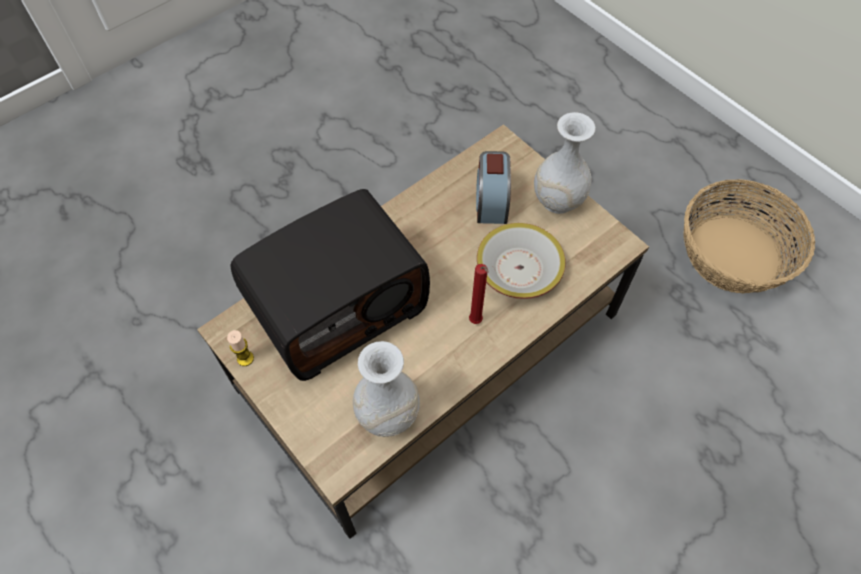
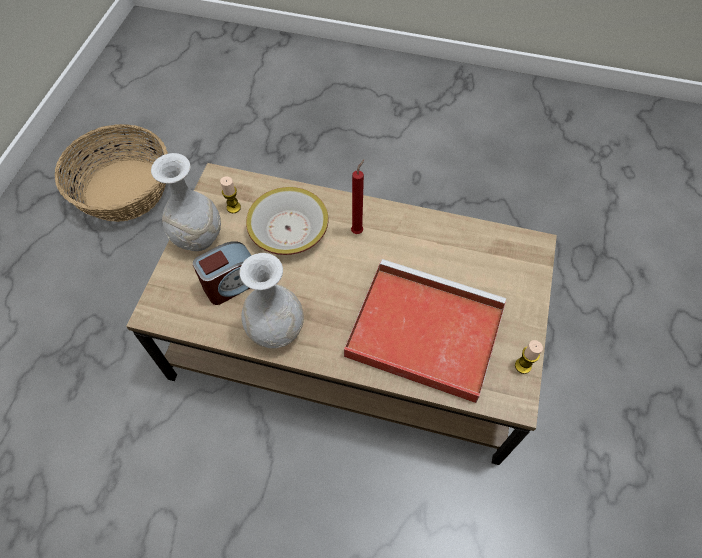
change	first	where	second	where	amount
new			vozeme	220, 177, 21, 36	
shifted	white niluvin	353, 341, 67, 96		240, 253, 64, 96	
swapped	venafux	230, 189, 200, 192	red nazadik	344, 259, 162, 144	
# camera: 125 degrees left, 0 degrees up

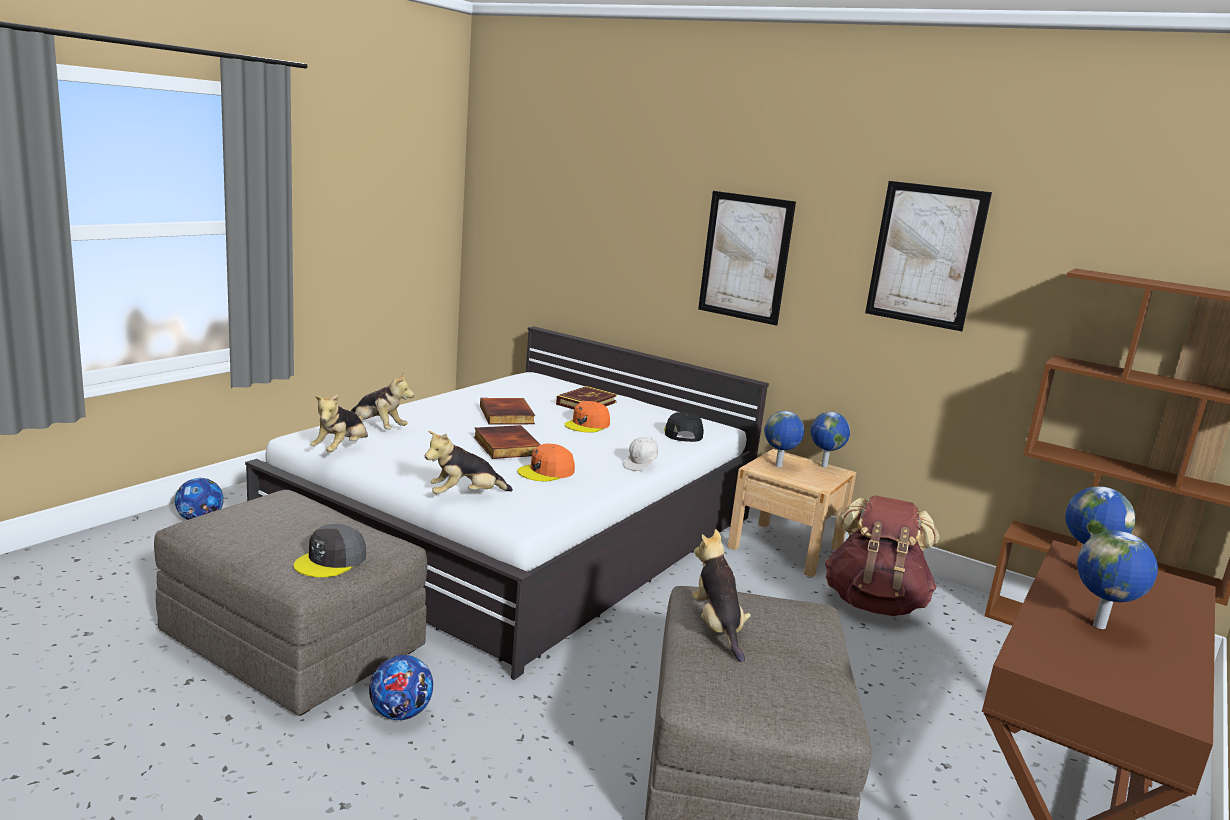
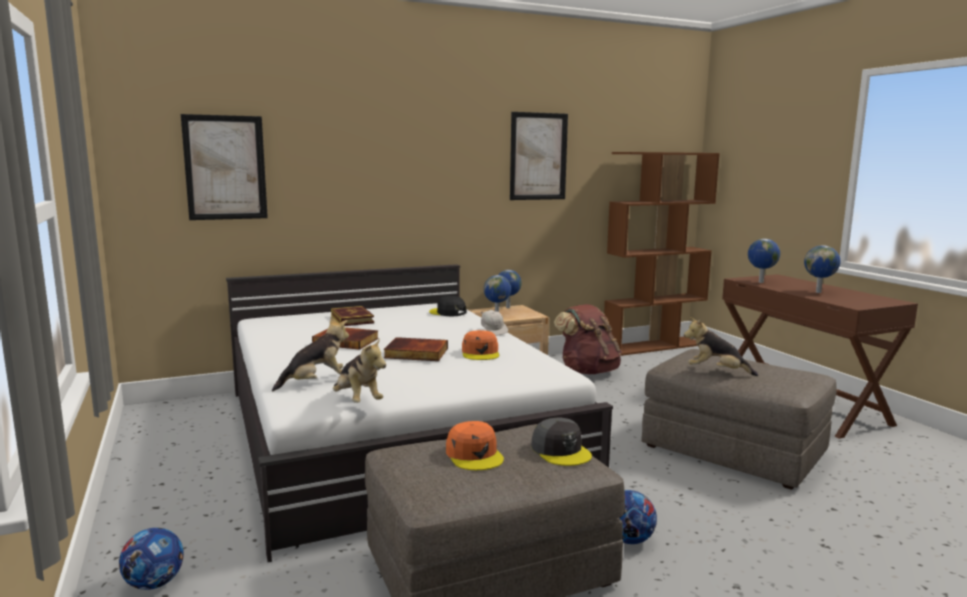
change	first	where	second	where	amount
gone	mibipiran	425, 431, 88, 63			
shifted	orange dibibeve	565, 401, 45, 32		446, 421, 58, 49	
shifted	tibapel	698, 191, 98, 135		181, 114, 87, 106	
# camera: 55 degrees left, 5 degrees down

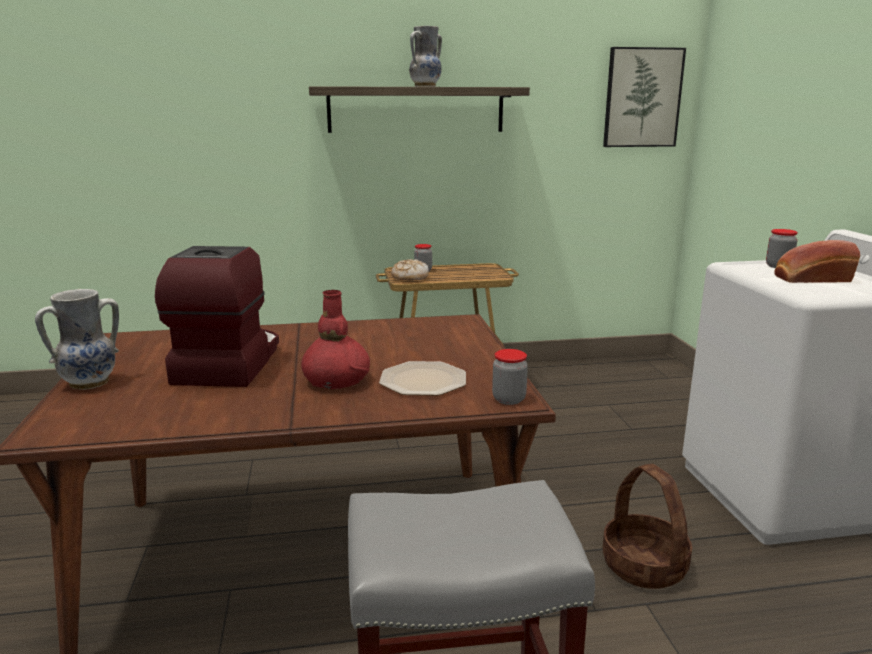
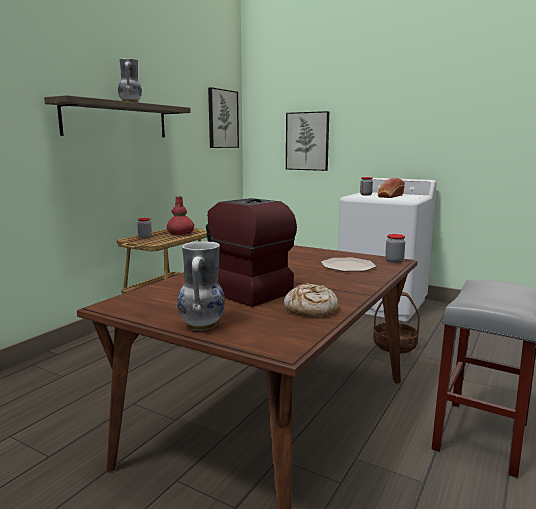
change	first	where	second	where	amount
new			tibapel	286, 111, 43, 60	
shifted	red niluvin	301, 290, 69, 99		167, 197, 27, 38	
shifted	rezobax	391, 259, 38, 21		284, 283, 54, 34	
# camera: 50 degrees left, 5 degrees down

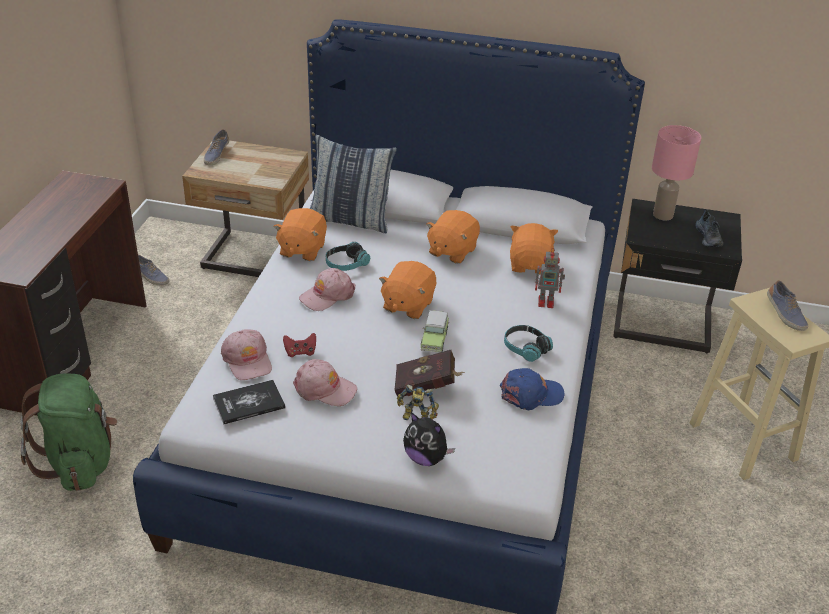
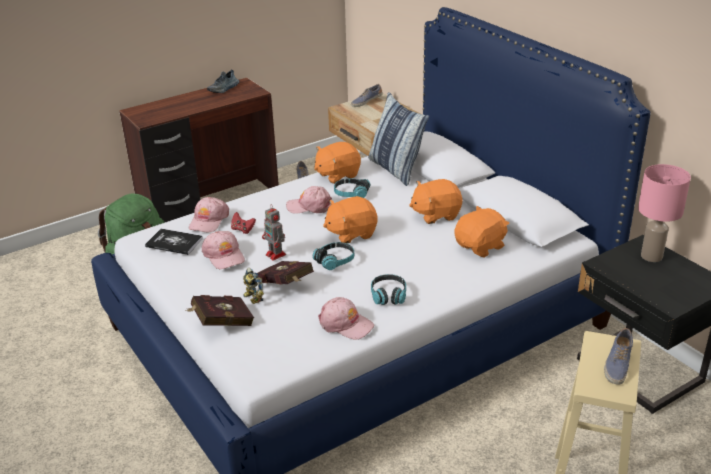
change	first	where	second	where	amount
shifted	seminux	535, 248, 30, 60		262, 204, 24, 57	
shifted	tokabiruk	695, 209, 28, 38		207, 69, 32, 24	
swapped	mibipiran	403, 412, 52, 54	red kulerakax	186, 295, 68, 31	
swapped	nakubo	421, 310, 28, 43	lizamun	313, 242, 41, 28	
repainted	blue dibibeve	499, 368, 66, 42	pink dibibeve	318, 297, 56, 43	
# camera: 45 degrees right, 5 degrees down

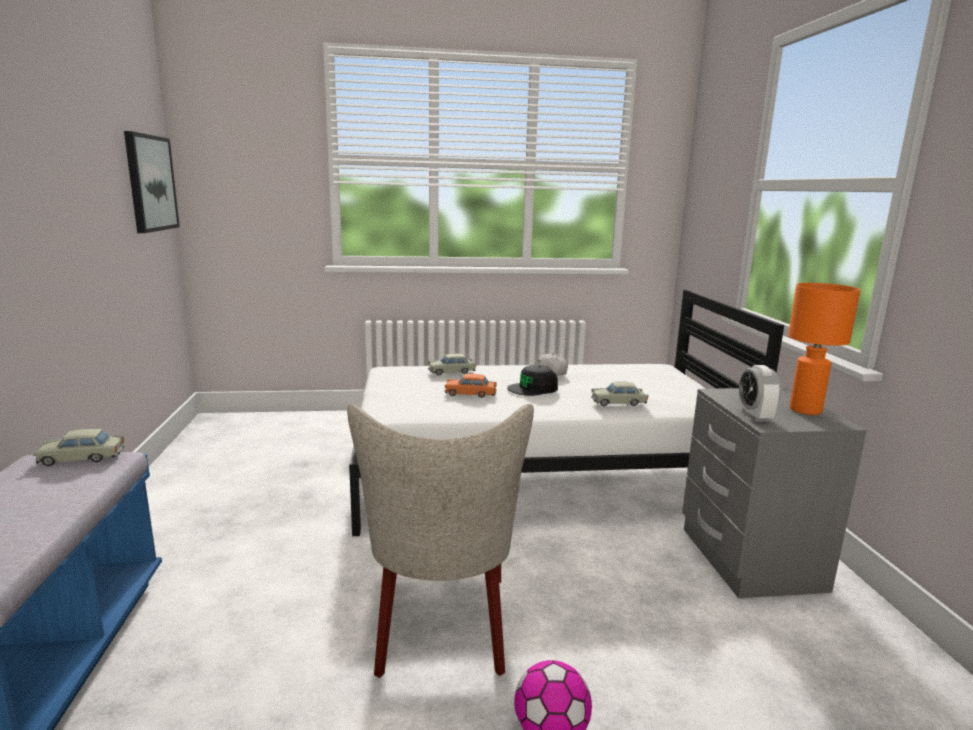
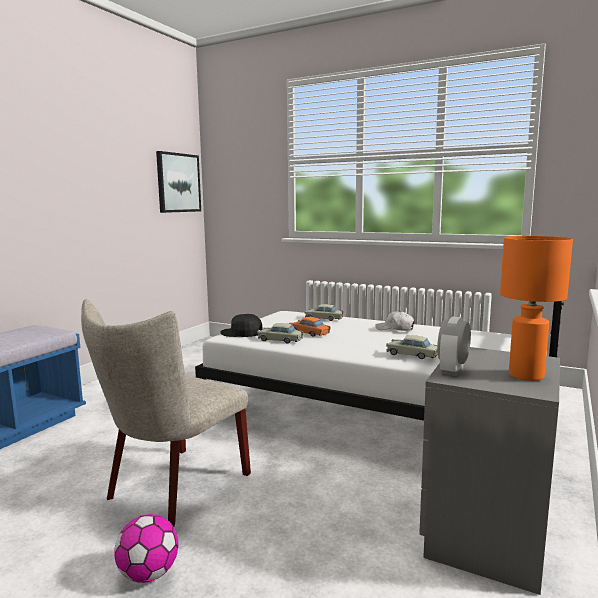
change	first	where	second	where	amount
shifted	beige nakubo	33, 429, 91, 37		257, 323, 46, 21	
shifted	black dibibeve	507, 365, 51, 31		220, 314, 43, 23	
# camera: 35 degrees right, 5 degrees down

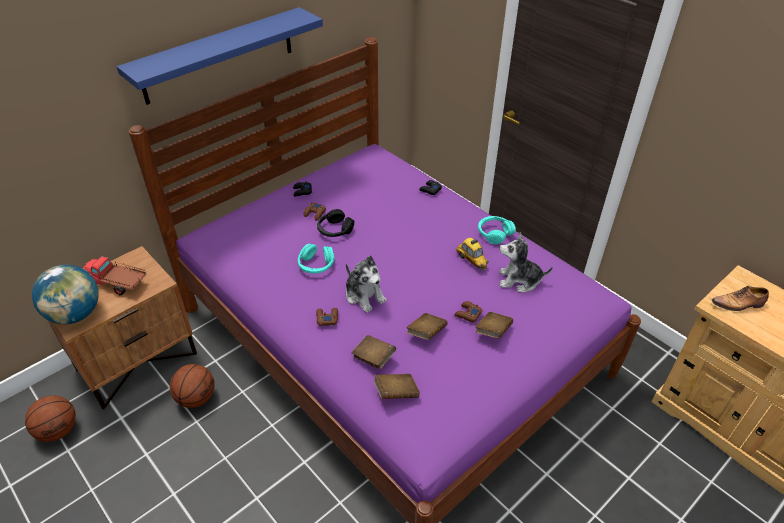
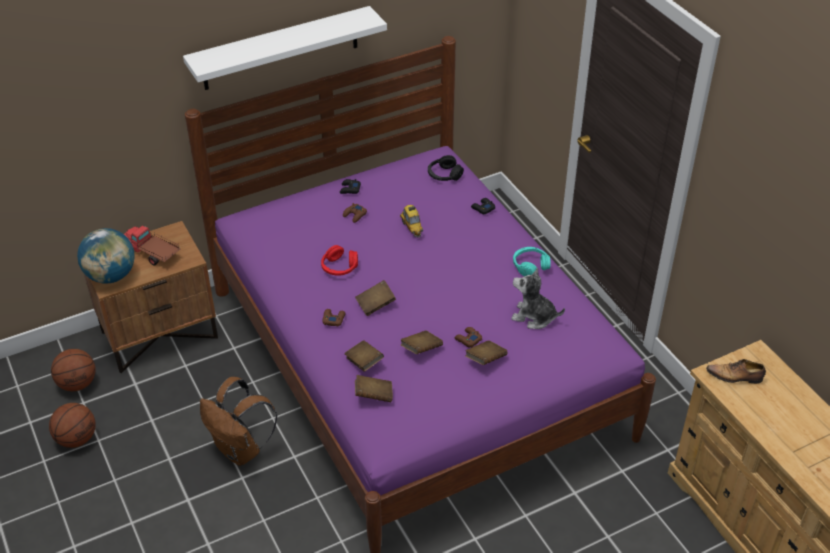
change	first	where	second	where	amount
new			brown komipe	200, 377, 77, 89	
shifted	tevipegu	170, 364, 45, 44		49, 403, 47, 45	
shifted	black lizamun	317, 209, 37, 28		428, 155, 36, 26	
shifted	nakubo	456, 238, 33, 32		400, 205, 23, 33	
swapped	mibipiran	346, 255, 41, 58	brown kulerakax	355, 280, 41, 36	
repainted	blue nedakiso	116, 7, 207, 98	white nedakiso	183, 6, 204, 84	
repainted	turquoise lizamun	298, 244, 37, 30	red lizamun	321, 245, 37, 31	
# camera: 15 degrees right, 0 degrees up

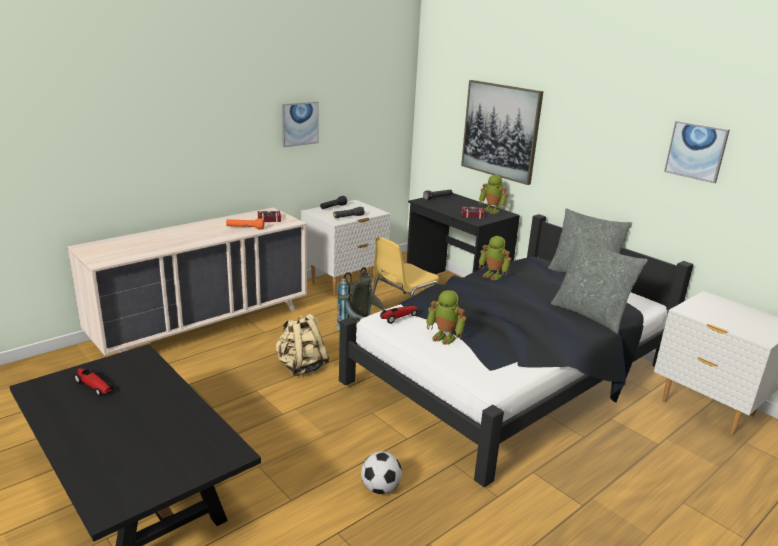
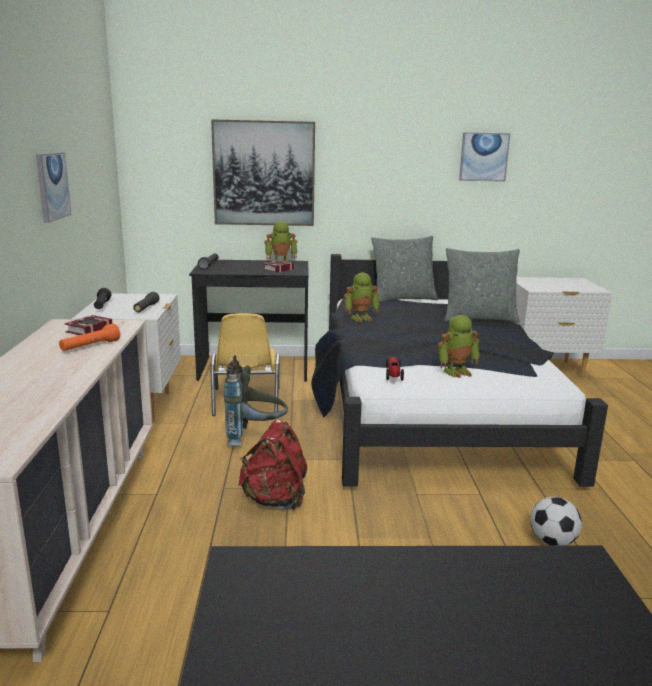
change	first	where	second	where	amount
gone	nakubo	73, 367, 40, 29			
repainted	beige komipe	276, 314, 53, 62	red komipe	239, 420, 68, 90	
# camera: 50 degrees left, 5 degrees down

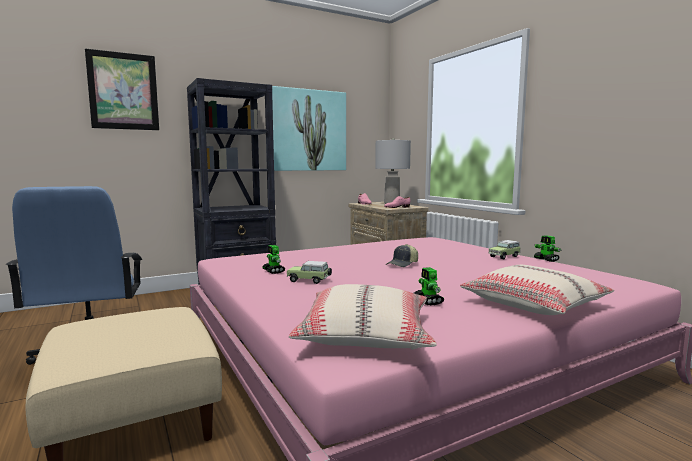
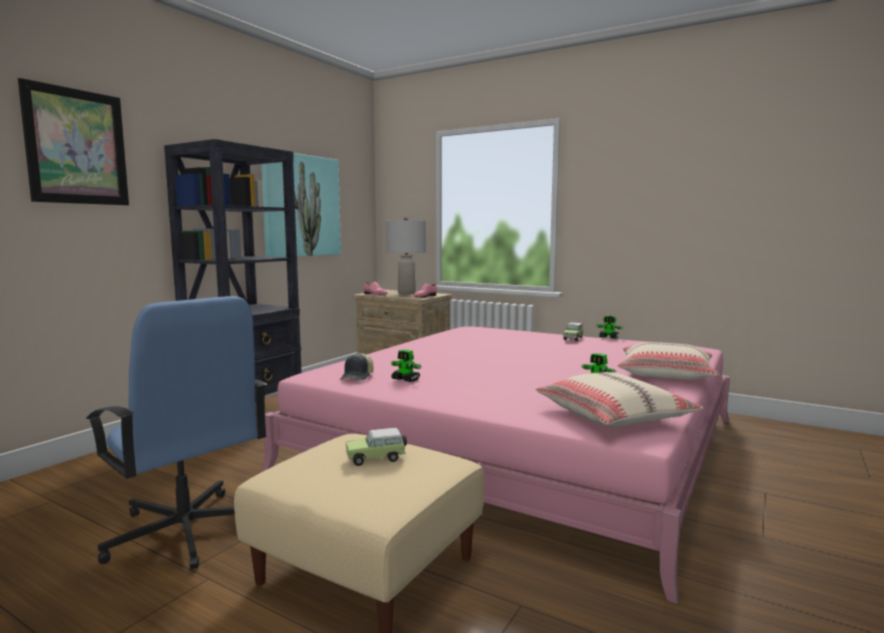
change	first	where	second	where	amount
shifted	nakubo	287, 261, 45, 23		346, 428, 61, 38	
shifted	dibibeve	386, 244, 32, 23		340, 353, 34, 27	
# camera: 30 degrees left, 0 degrees up

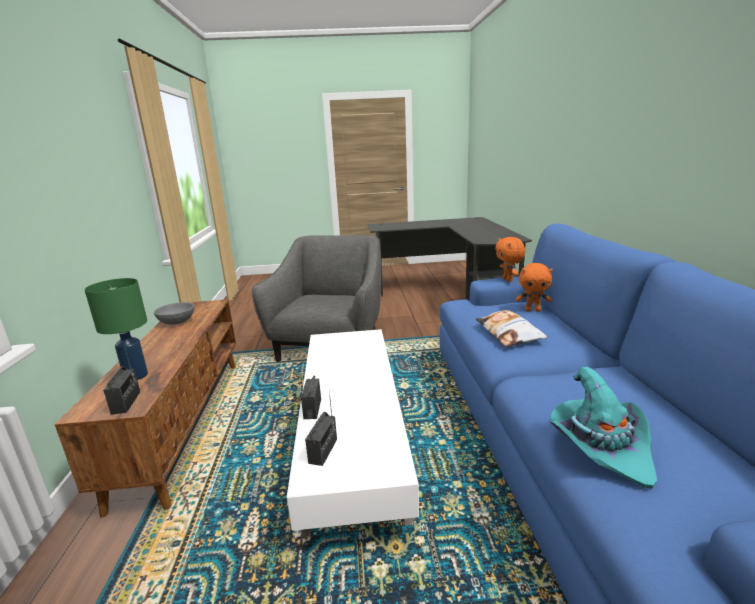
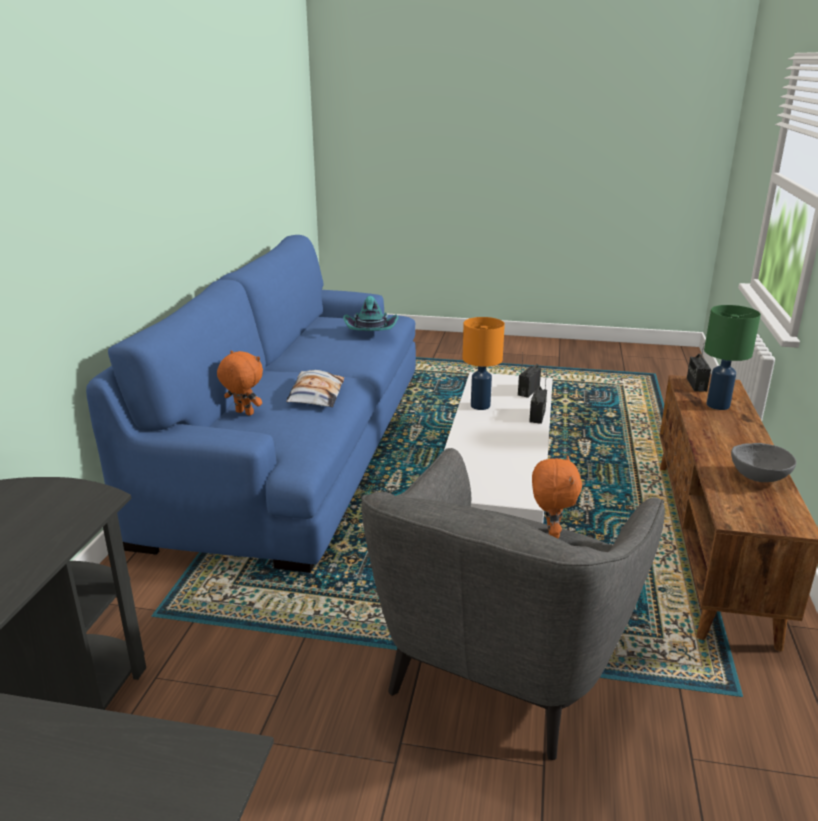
change	first	where	second	where	amount
new			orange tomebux	462, 317, 43, 93	
shifted	orange mibipiran	495, 237, 30, 45		532, 455, 50, 83	
# camera: 165 degrees left, 5 degrees up

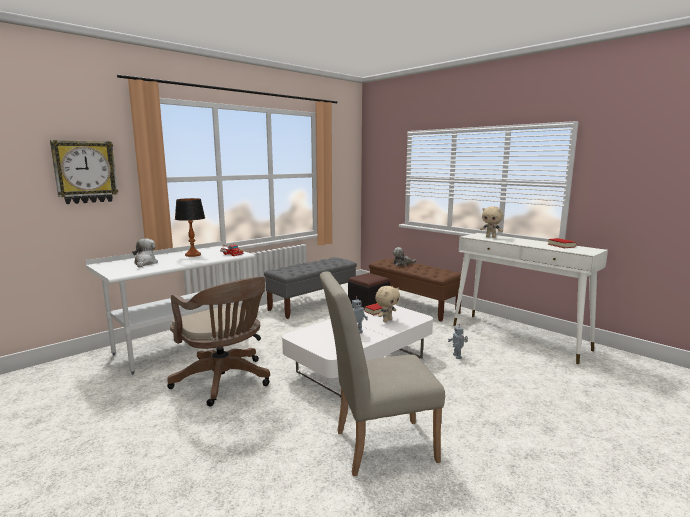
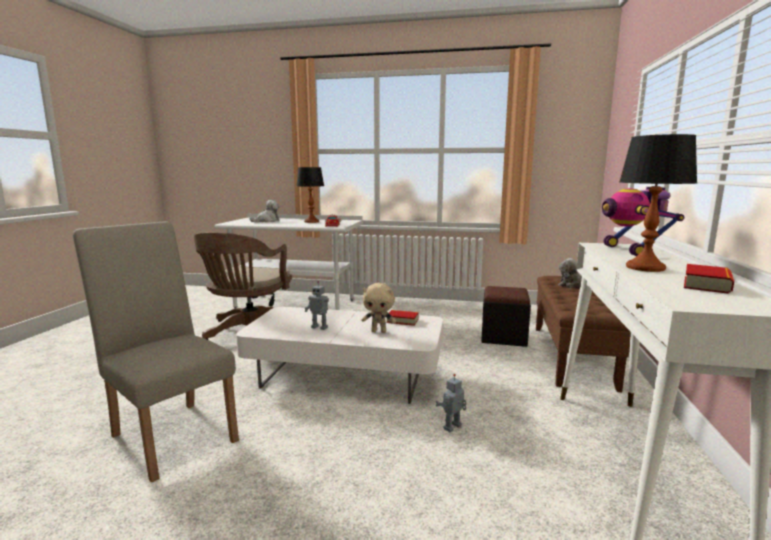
change	first	where	second	where	amount
gone	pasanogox	50, 140, 68, 64			
gone	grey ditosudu	264, 257, 93, 62			
new			tomebux	619, 134, 78, 138	
swapped	beige mibipiran	480, 206, 23, 32	seminux	602, 187, 83, 69	
# camera: 55 degrees right, 0 degrees up

